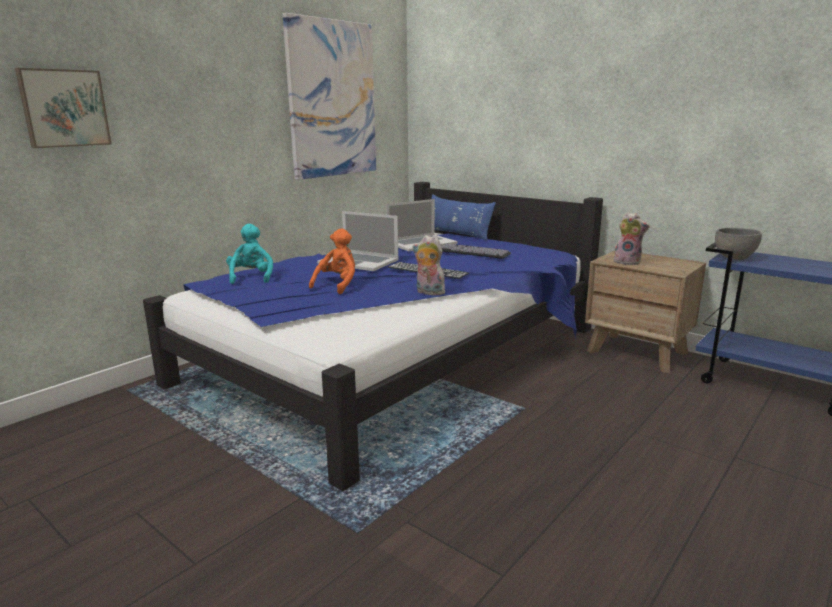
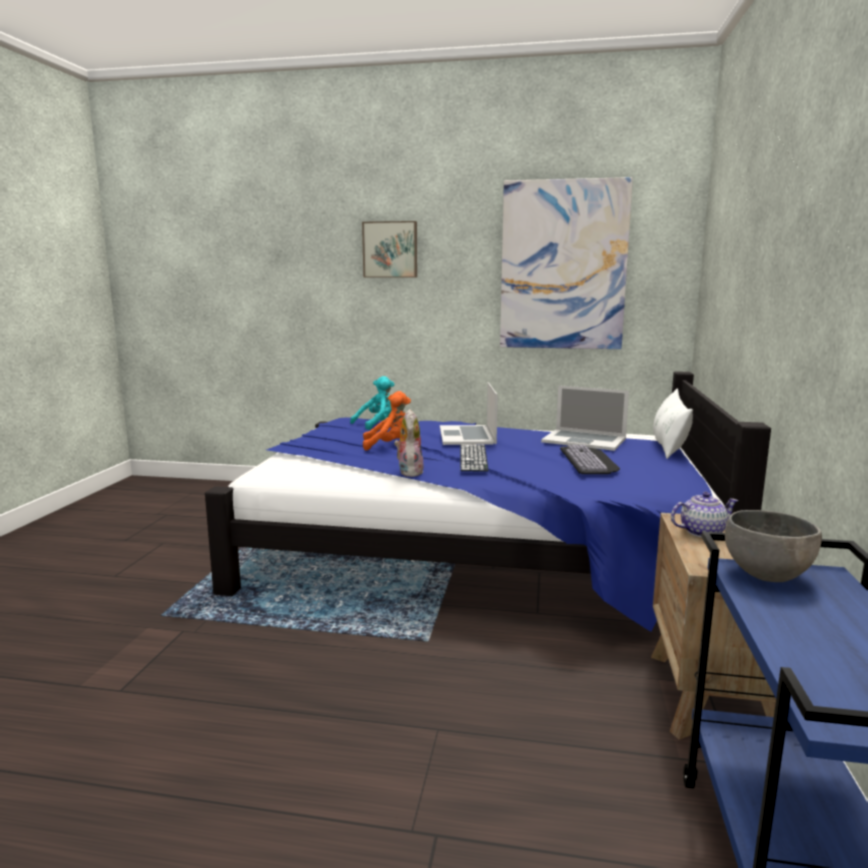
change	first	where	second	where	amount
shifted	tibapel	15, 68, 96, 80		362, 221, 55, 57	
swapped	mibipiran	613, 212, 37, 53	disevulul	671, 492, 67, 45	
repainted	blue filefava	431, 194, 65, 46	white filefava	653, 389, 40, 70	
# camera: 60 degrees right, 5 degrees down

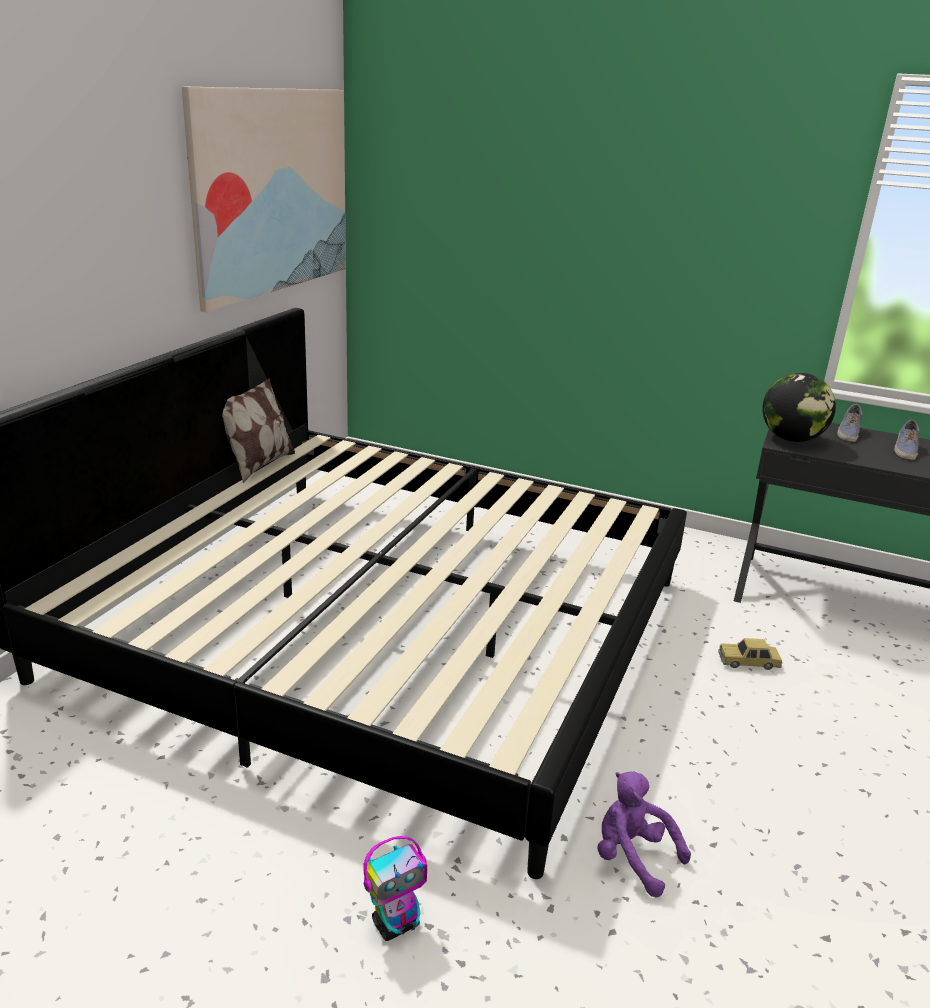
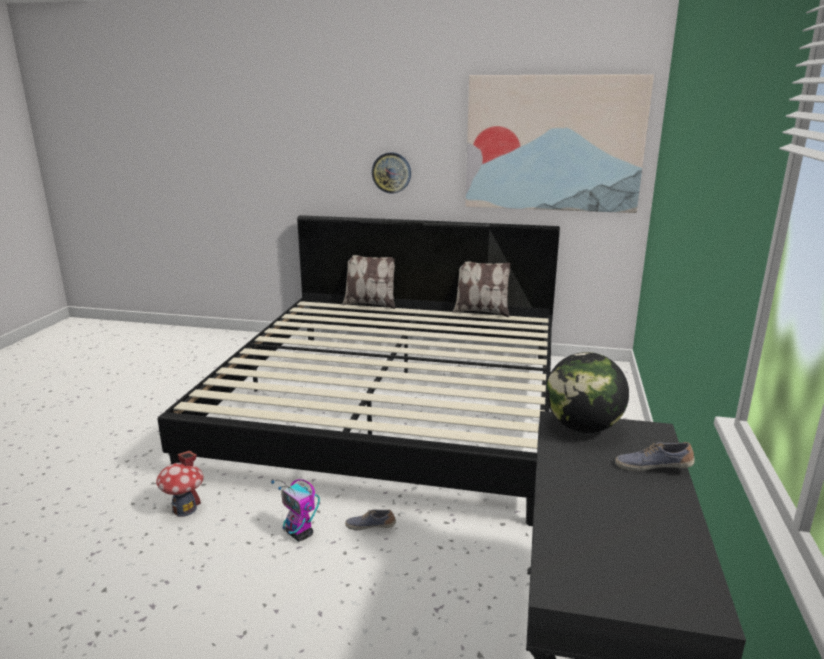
change	first	where	second	where	amount
gone	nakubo	718, 638, 64, 32			
new			filefava	342, 255, 53, 54	
new			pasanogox	372, 152, 39, 42	
shifted	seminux	363, 836, 64, 105		271, 479, 49, 63	
shifted	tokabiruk	894, 419, 26, 41		345, 509, 51, 21	
swapped	purple mibipiran	597, 771, 94, 127	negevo	156, 451, 47, 66	
# camera: 80 degrees right, 5 degrees down

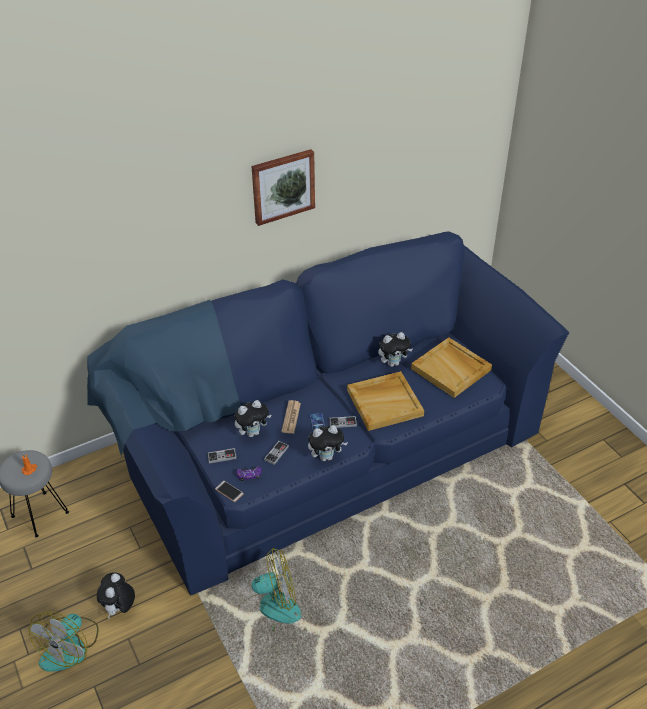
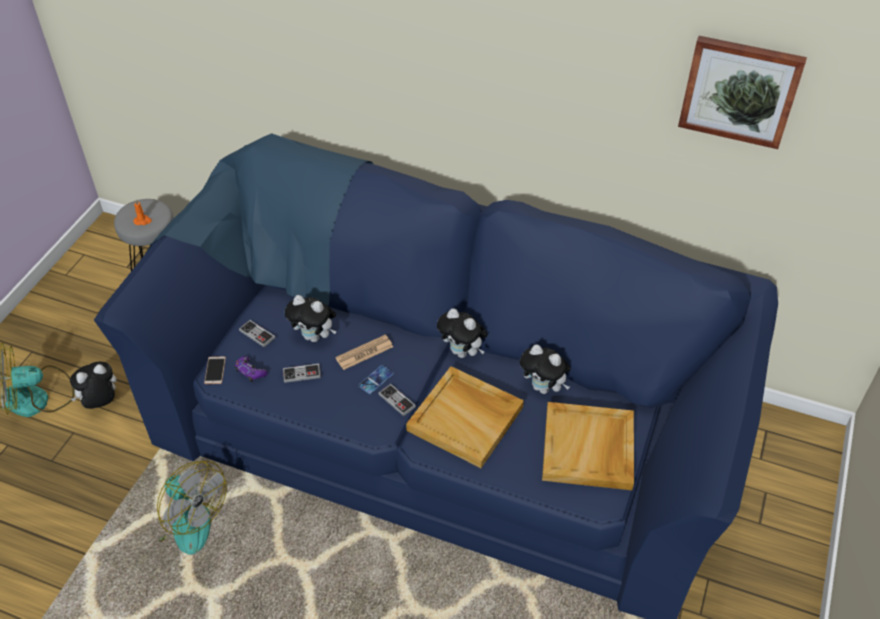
change	first	where	second	where	amount
shifted	tibapel	252, 149, 63, 77		678, 36, 129, 113	
shifted	mibipiran	308, 425, 40, 36		437, 308, 51, 50	
# camera: 50 degrees right, 5 degrees up

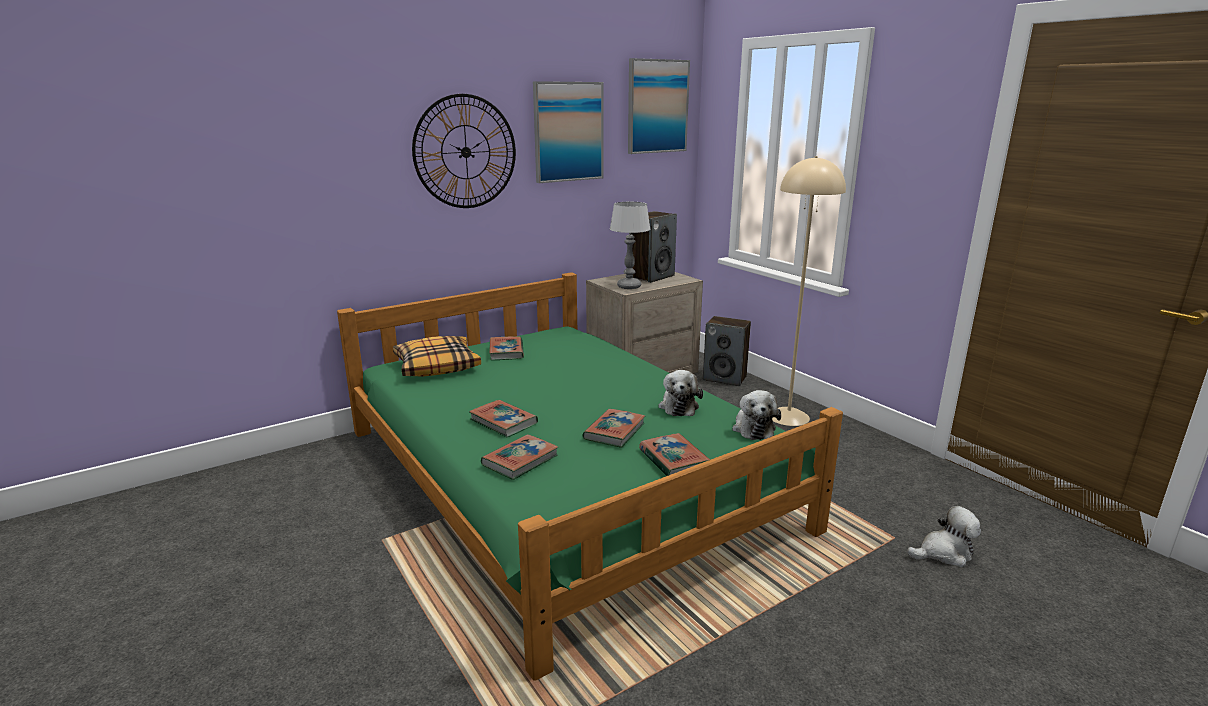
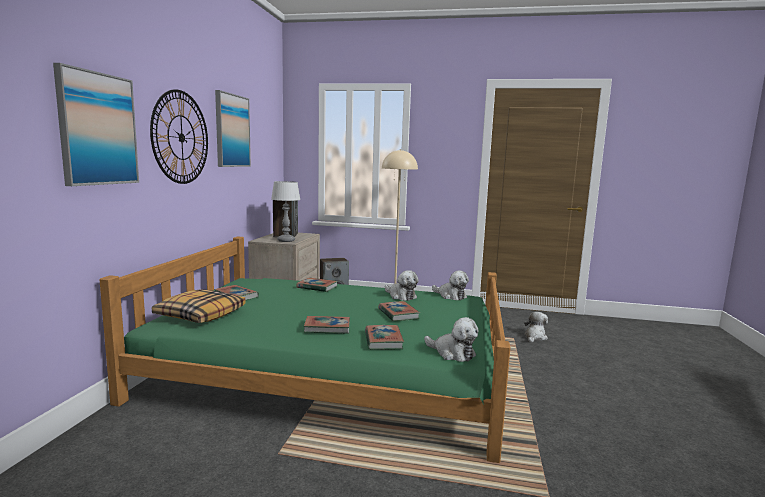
change	first	where	second	where	amount
new			mibipiran	424, 317, 55, 45	
shifted	tibapel	628, 58, 62, 96		53, 63, 86, 123	
shifted	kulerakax	639, 433, 71, 43		296, 278, 42, 14	
# camera: 45 degrees left, 10 degrees down

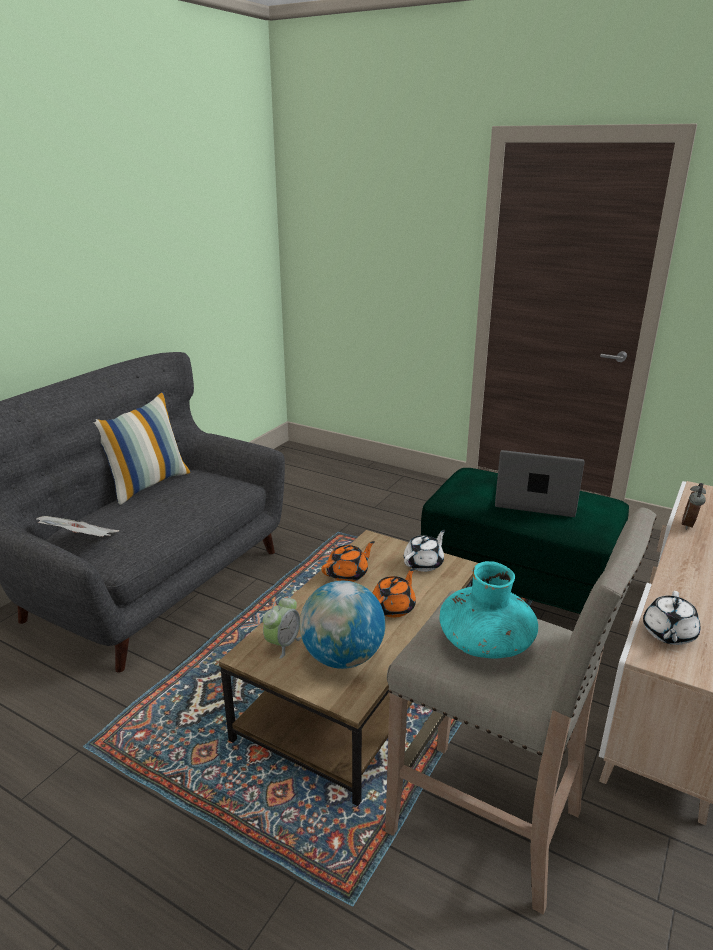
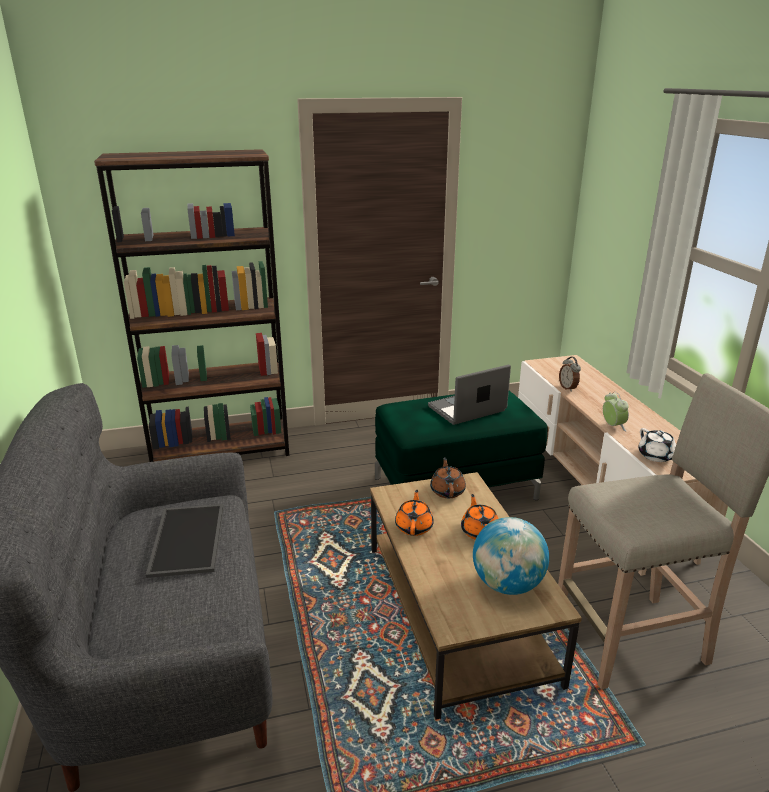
change	first	where	second	where	amount
gone	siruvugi	36, 516, 83, 21			
gone	filefava	94, 392, 97, 113			
gone	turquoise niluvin	439, 561, 99, 98			
new			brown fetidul	94, 149, 195, 313	
new			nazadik	146, 504, 78, 74	
shifted	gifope	263, 596, 38, 63		603, 392, 26, 39	
repainted	white disevulul	404, 530, 41, 42	brown disevulul	430, 457, 36, 41	
# camera: 45 degrees left, 0 degrees up

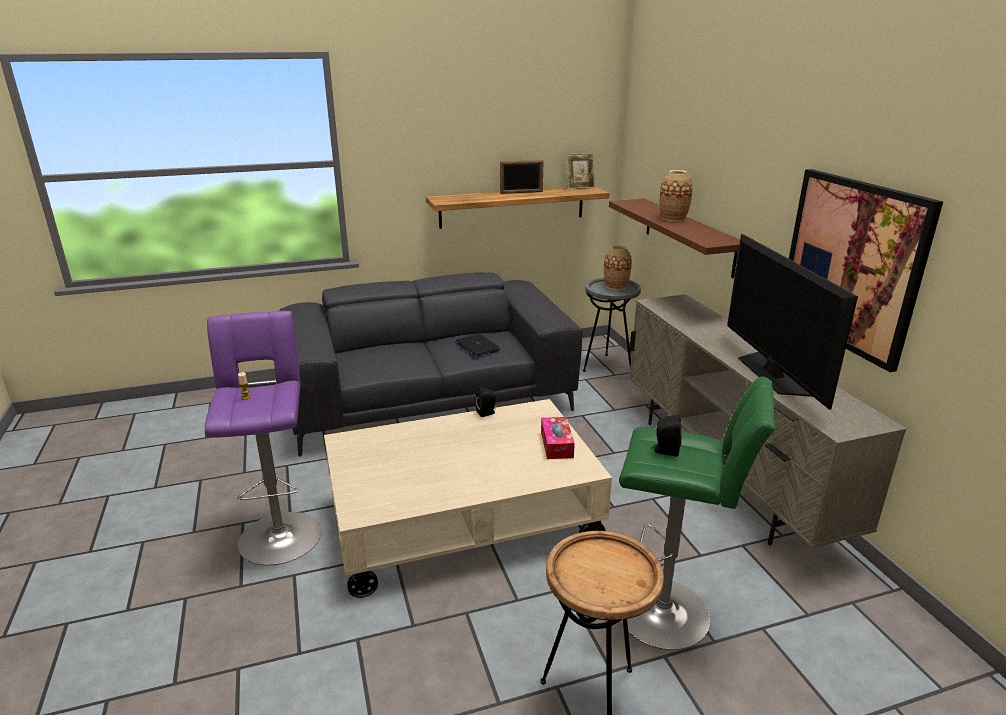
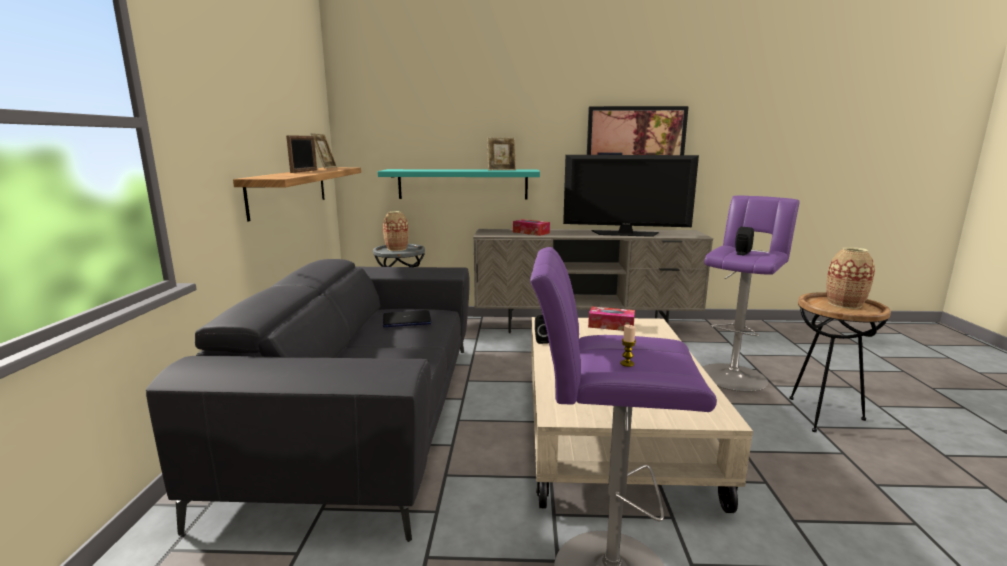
change	first	where	second	where	amount
new			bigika	487, 137, 29, 33	
new			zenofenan	513, 219, 37, 17	
shifted	niluvin	660, 170, 33, 51		826, 247, 49, 62	
repainted	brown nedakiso	609, 199, 131, 79	turquoise nedakiso	378, 169, 162, 30	
repainted	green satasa	619, 376, 156, 274	purple satasa	703, 196, 97, 196	
# camera: 70 degrees left, 10 degrees down

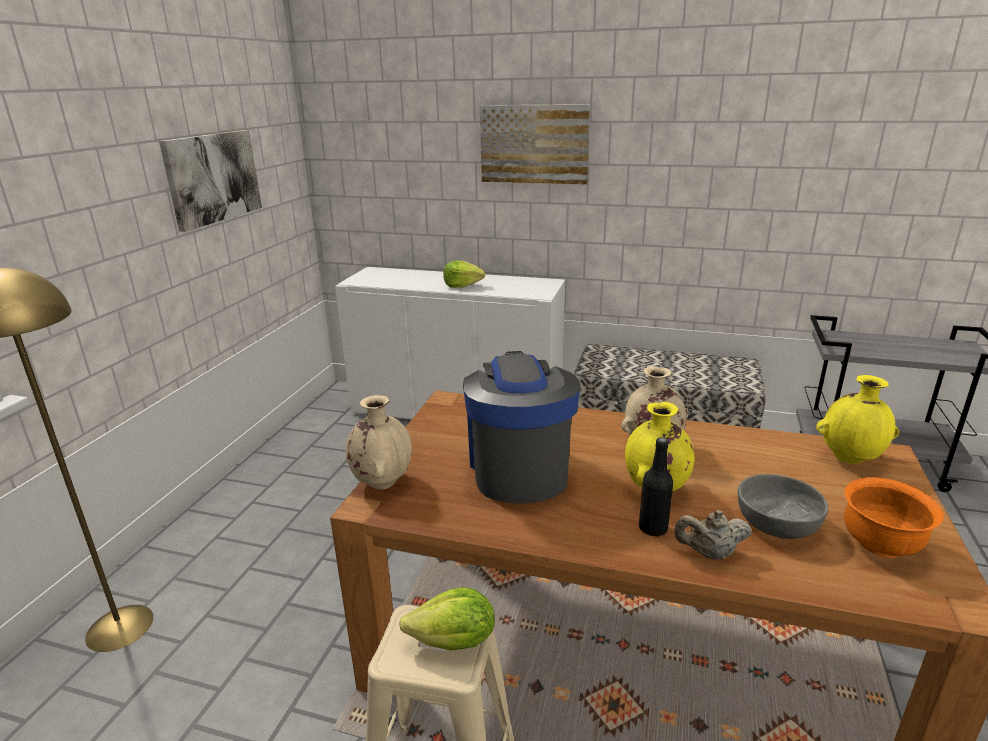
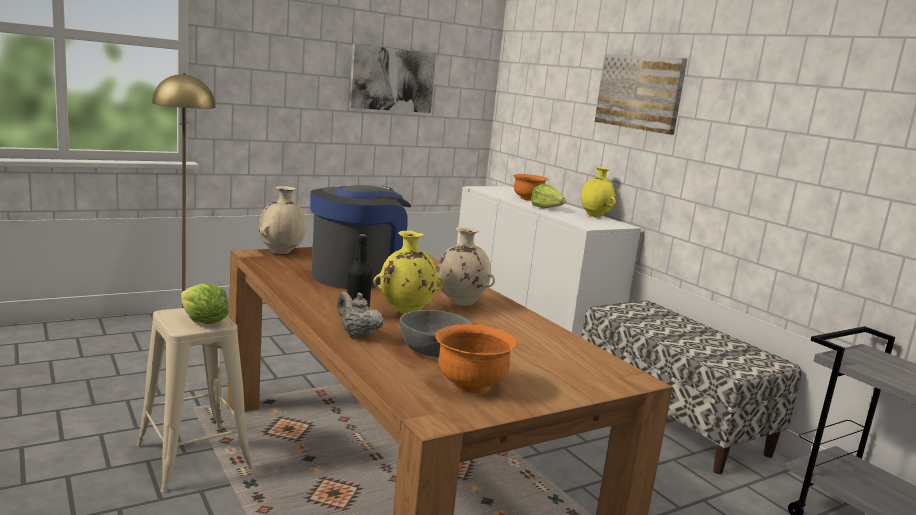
change	first	where	second	where	amount
new			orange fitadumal	513, 174, 35, 27	
shifted	yellow niluvin	816, 375, 83, 89		581, 167, 35, 50	
# camera: 40 degrees right, 10 degrees down

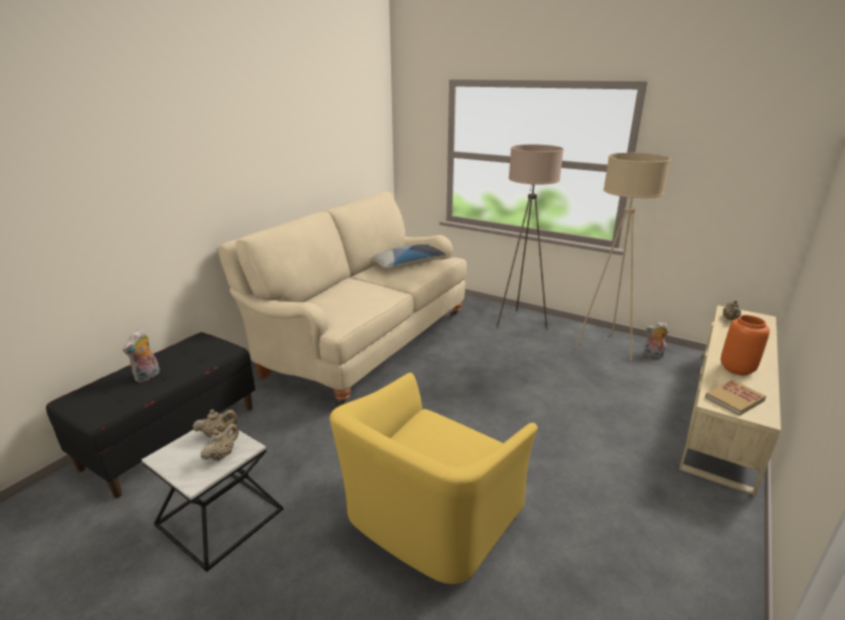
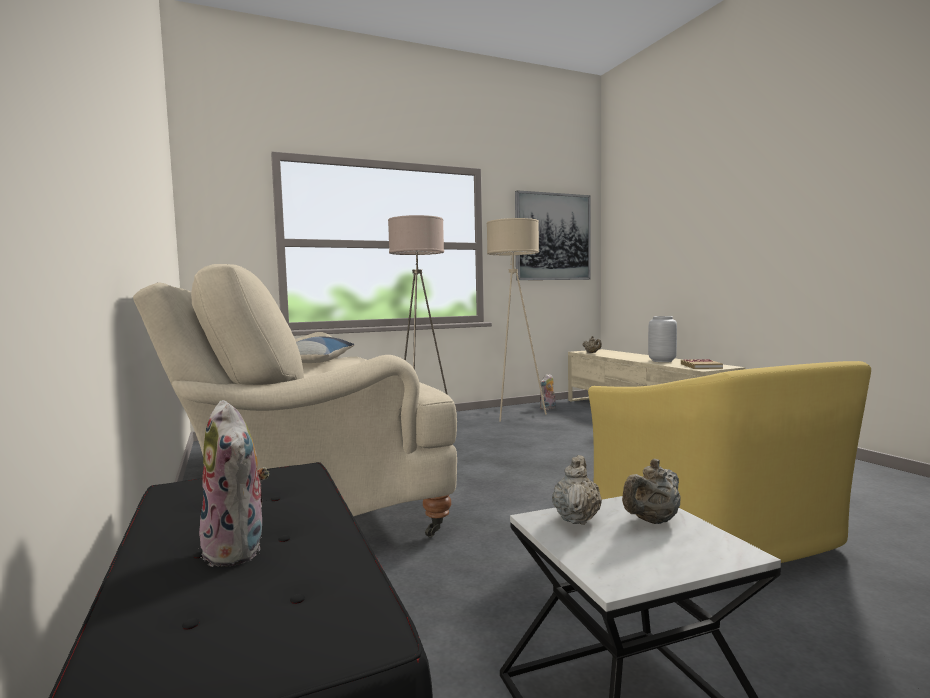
change	first	where	second	where	amount
new			tibapel	515, 190, 75, 90	
repainted	orange niluvin	721, 315, 49, 60	grey niluvin	648, 316, 29, 46	
rotated	beige disevulul	200, 423, 39, 38		622, 459, 59, 65	105 degrees counterclockwise
# camera: 55 degrees left, 20 degrees down

